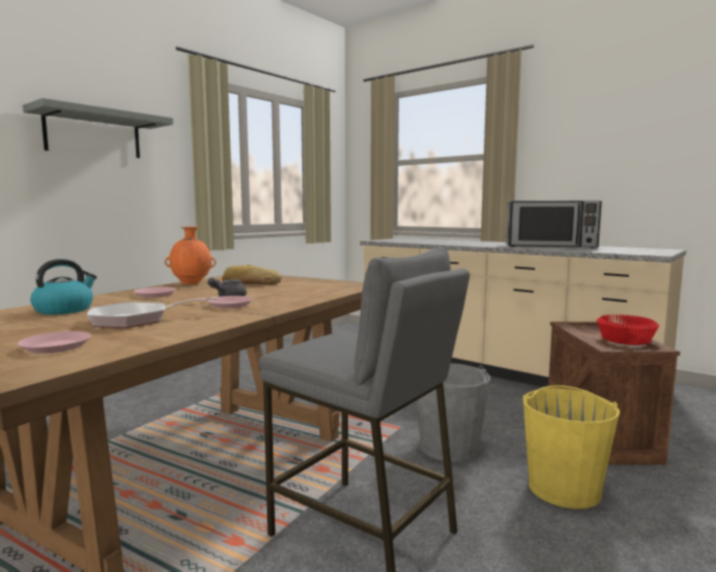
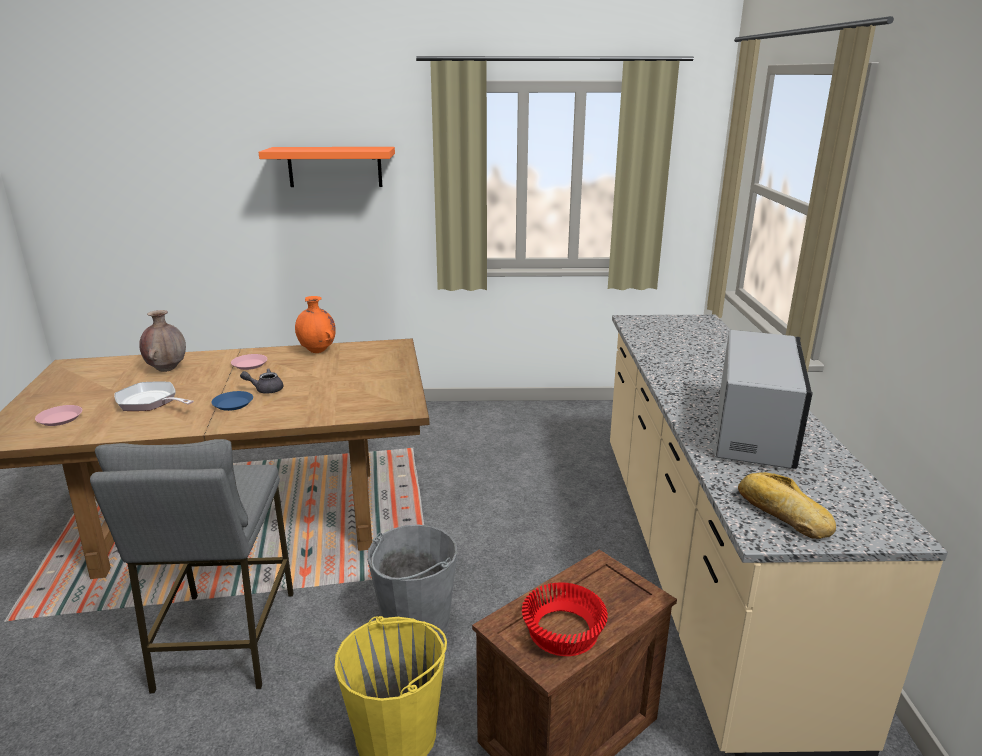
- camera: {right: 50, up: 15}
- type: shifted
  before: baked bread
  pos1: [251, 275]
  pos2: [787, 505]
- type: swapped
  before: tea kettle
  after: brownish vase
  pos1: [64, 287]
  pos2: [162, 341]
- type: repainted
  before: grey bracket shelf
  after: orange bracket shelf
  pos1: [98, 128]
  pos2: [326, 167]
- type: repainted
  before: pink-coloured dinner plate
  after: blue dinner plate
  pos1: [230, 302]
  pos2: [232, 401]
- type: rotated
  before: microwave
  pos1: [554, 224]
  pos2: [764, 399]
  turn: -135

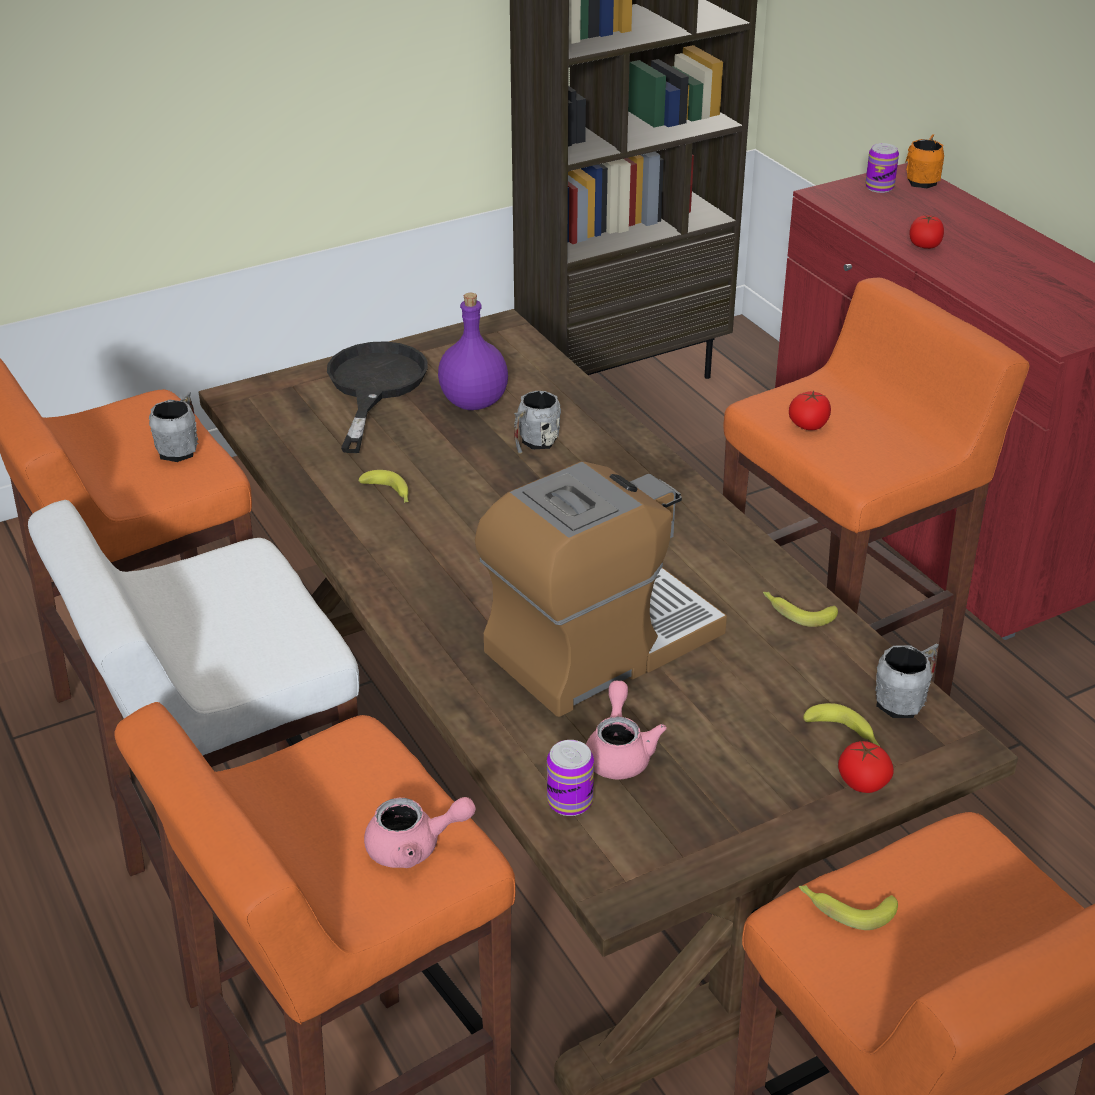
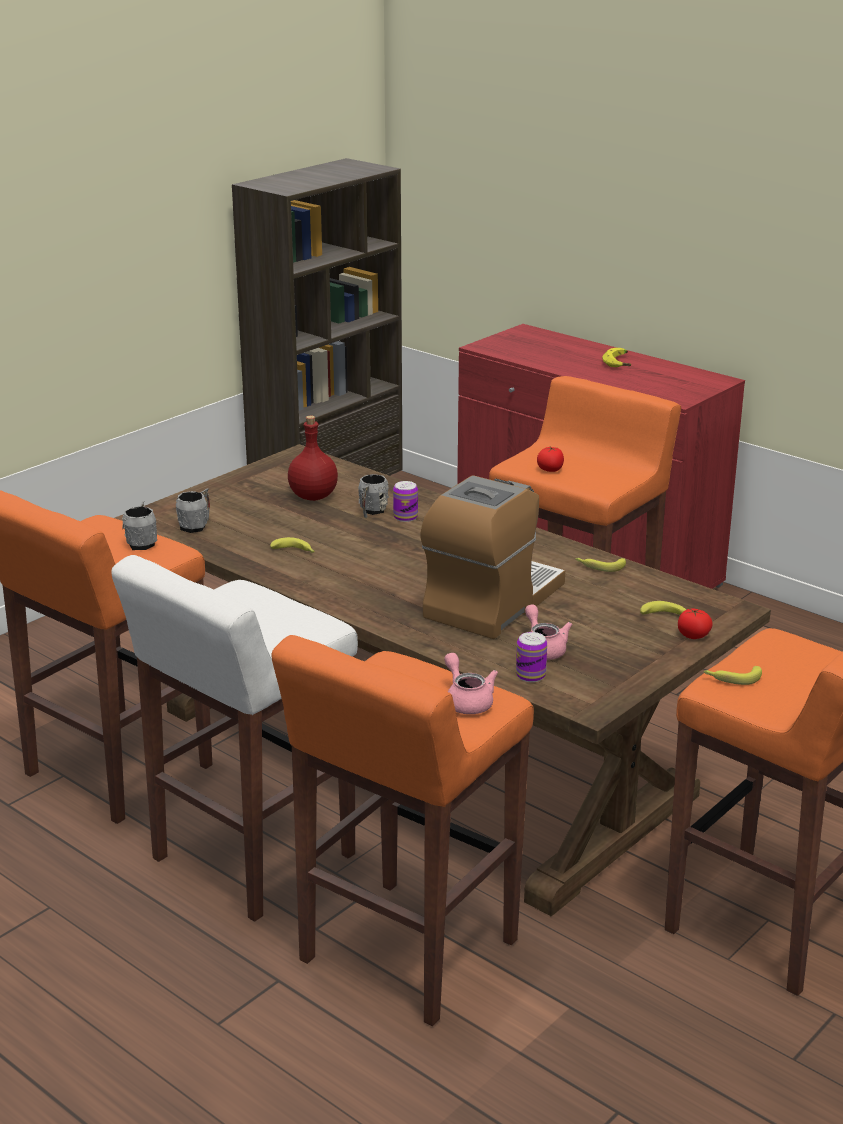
- camera: {right: -20, up: -10}
- type: gone
  before: black-coloured frying pan
  pos1: [377, 397]
- type: gone
  before: orange mug
  pos1: [924, 161]
- type: gone
  before: fresh tomato
  pos1: [927, 232]
- type: new
  after: whole banana
  pos2: [616, 357]
- type: shifted
  before: metal can
  pos1: [882, 168]
  pos2: [405, 501]
- type: shifted
  before: grey mug
  pos1: [907, 681]
  pos2: [193, 510]
- type: repainted
  before: purple drink bottle
  after: red drink bottle
  pos1: [473, 351]
  pos2: [313, 458]
- type: rotated
  before: pink-coloured teapot
  pos1: [420, 832]
  pos2: [471, 683]
  turn: -90

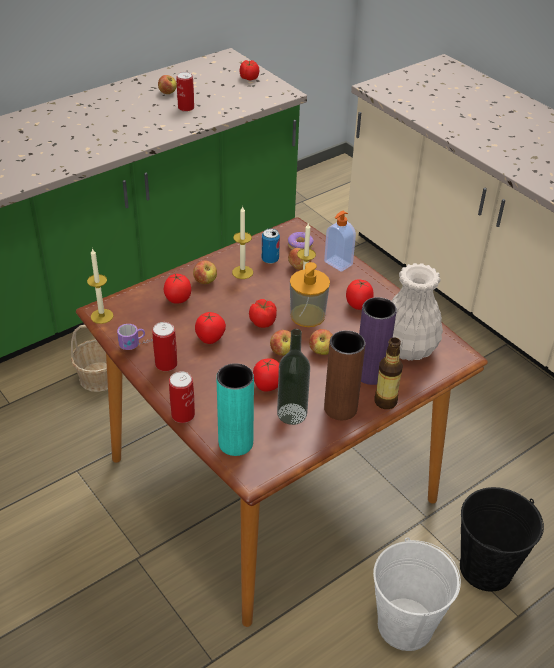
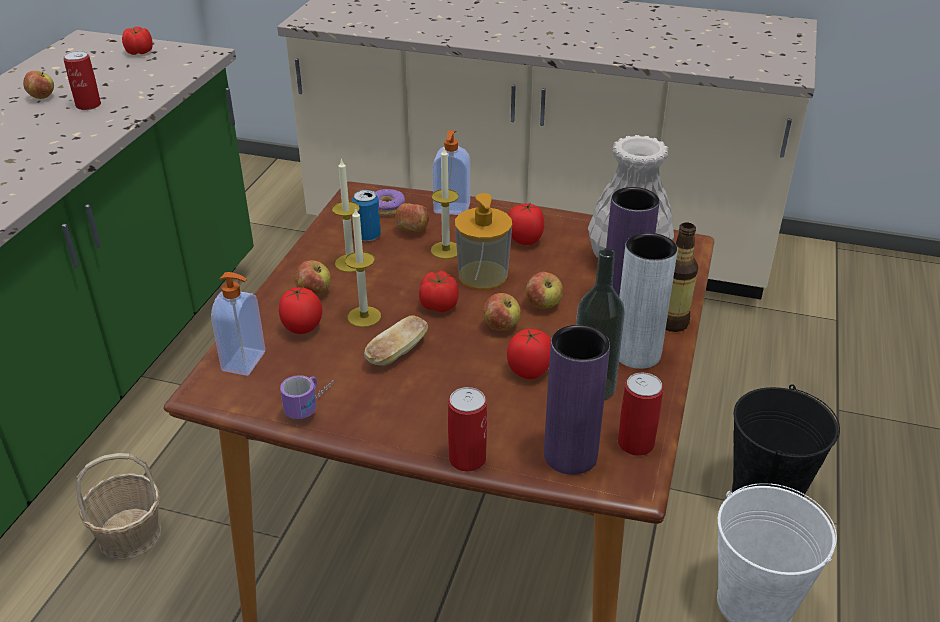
- camera: {right: -35, up: -5}
- type: new
  after: soap bottle
  pos2: [238, 324]
- type: shifted
  before: wax candle
  pos1: [100, 286]
  pos2: [363, 267]
- type: shifted
  before: metal can
  pos1: [164, 346]
  pos2: [640, 414]
- type: swapped
  before: fresh tomato
  after: baked bread
  pos1: [210, 328]
  pos2: [396, 340]
- type: repainted
  before: turquoise vase
  after: purple vase
  pos1: [235, 409]
  pos2: [577, 400]
- type: repainted
  before: brownish vase
  after: grey vase
  pos1: [344, 375]
  pos2: [648, 301]

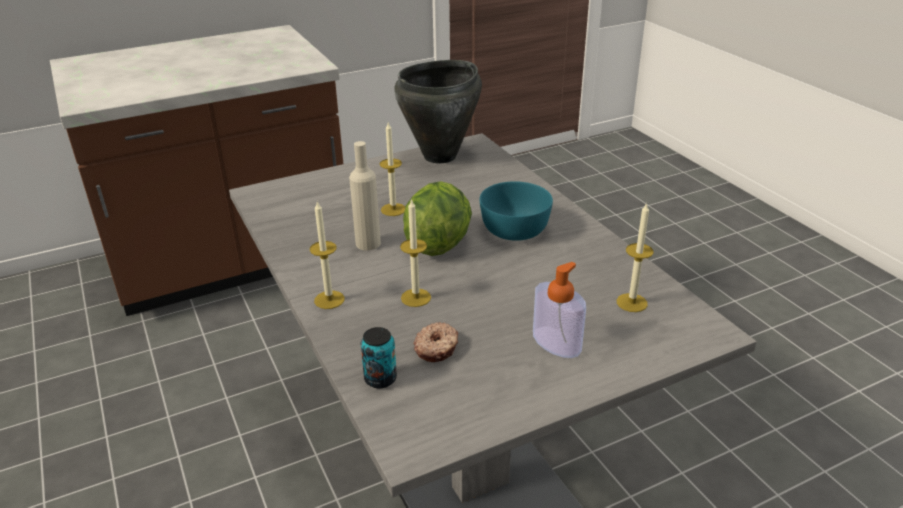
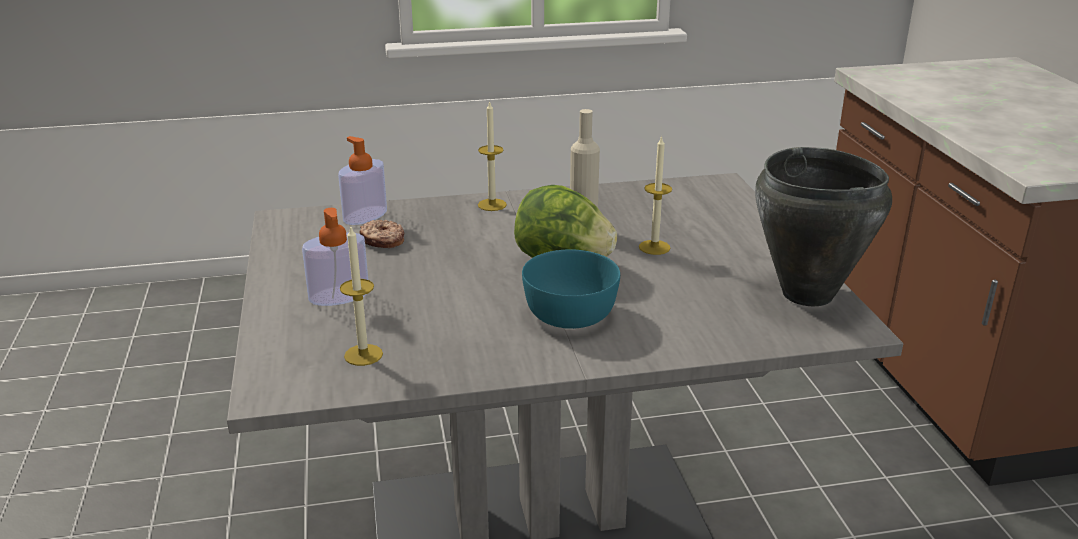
- camera: {right: 105, up: -5}
- type: gone
  before: wax candle
  pos1: [415, 252]
- type: swapped
  before: metal can
  after: soap bottle
  pos1: [379, 357]
  pos2: [362, 180]

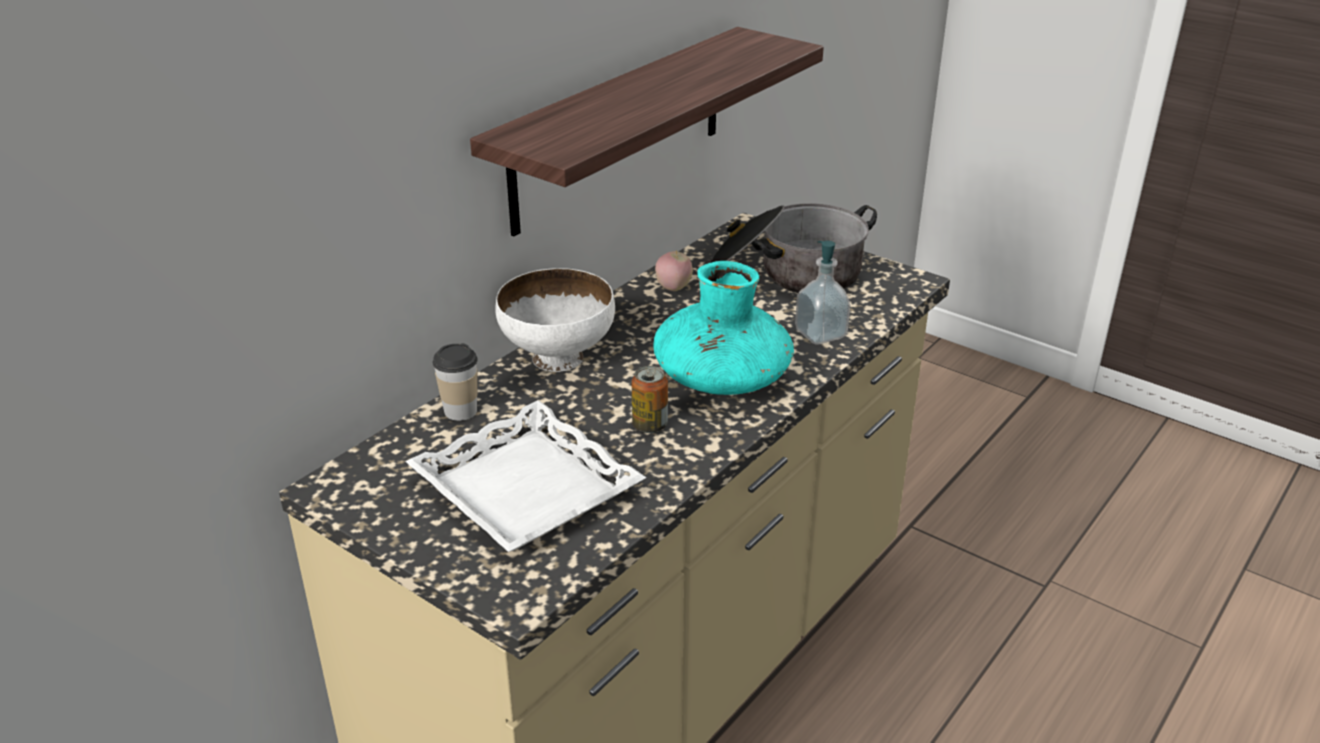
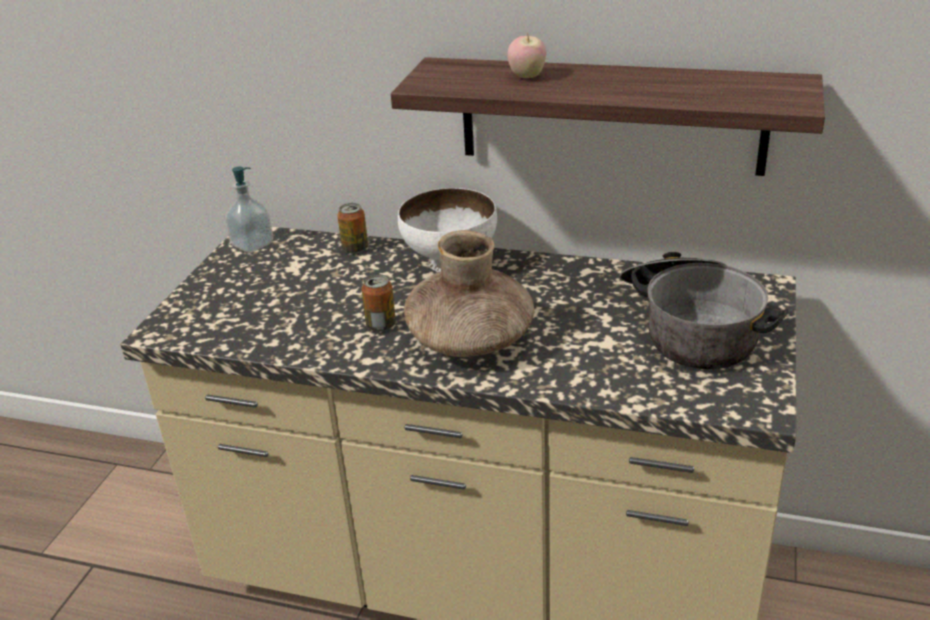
- camera: {right: 70, up: 0}
- type: gone
  before: white-coloured tray
  pos1: [525, 476]
- type: shifted
  before: apple
  pos1: [674, 270]
  pos2: [526, 55]
- type: shifted
  before: soap bottle
  pos1: [822, 293]
  pos2: [249, 210]
- type: swapped
  before: drinking cup
  after: metal can
  pos1: [455, 382]
  pos2: [352, 228]
- type: repainted
  before: turquoise vase
  after: brownish vase
  pos1: [723, 328]
  pos2: [469, 293]

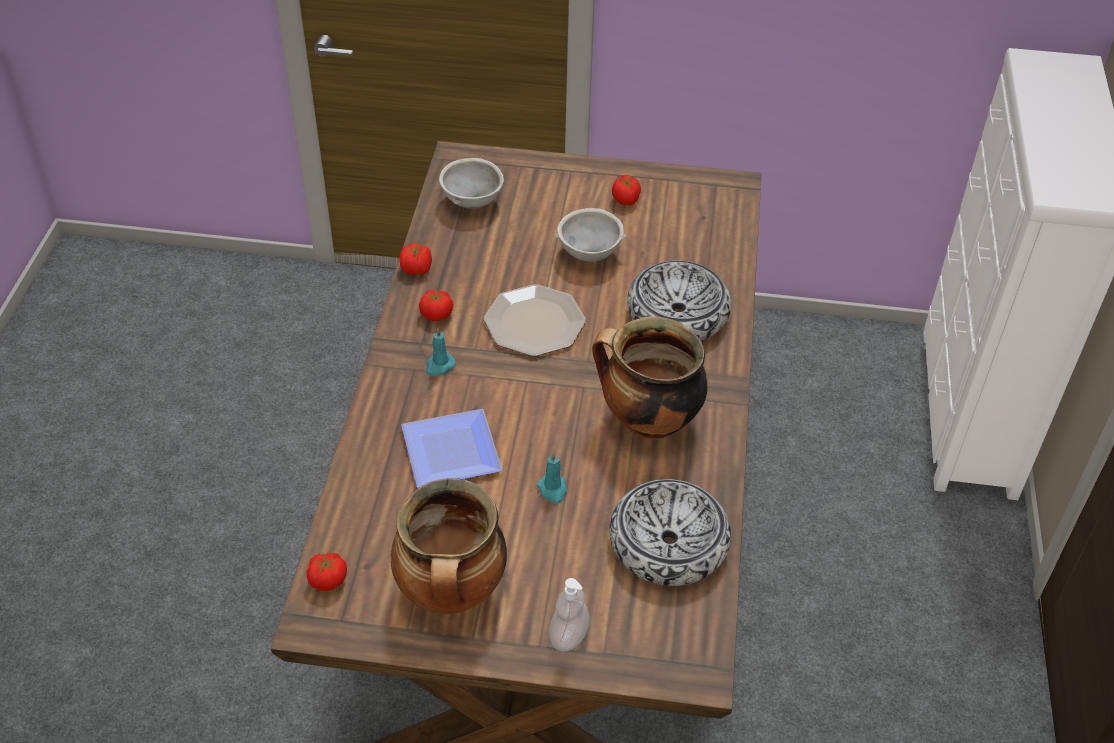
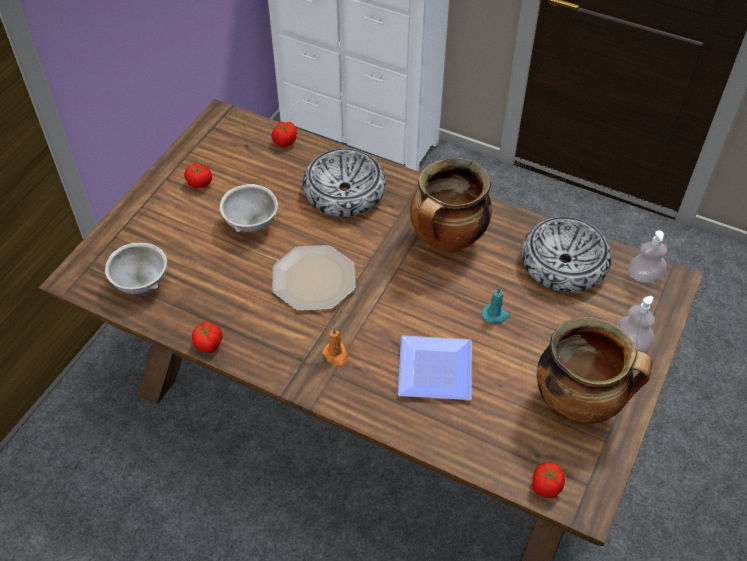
- camera: {right: -70, up: 5}
- type: new
  after: soap bottle
  pos2: [647, 256]
- type: shifted
  before: fresh tomato
  pos1: [436, 305]
  pos2: [284, 134]
- type: repainted
  before: turquoise wax candle
  after: orange wax candle
  pos1: [441, 352]
  pos2: [335, 347]

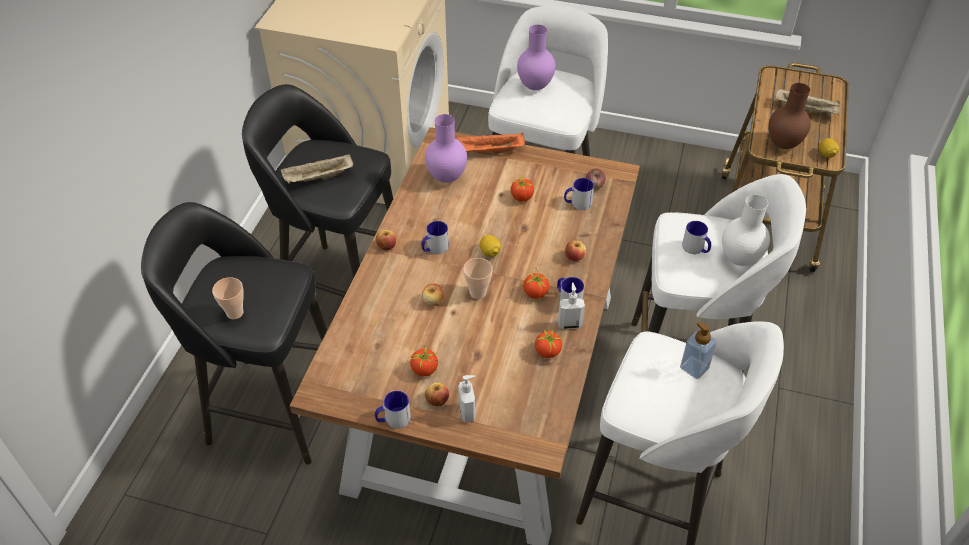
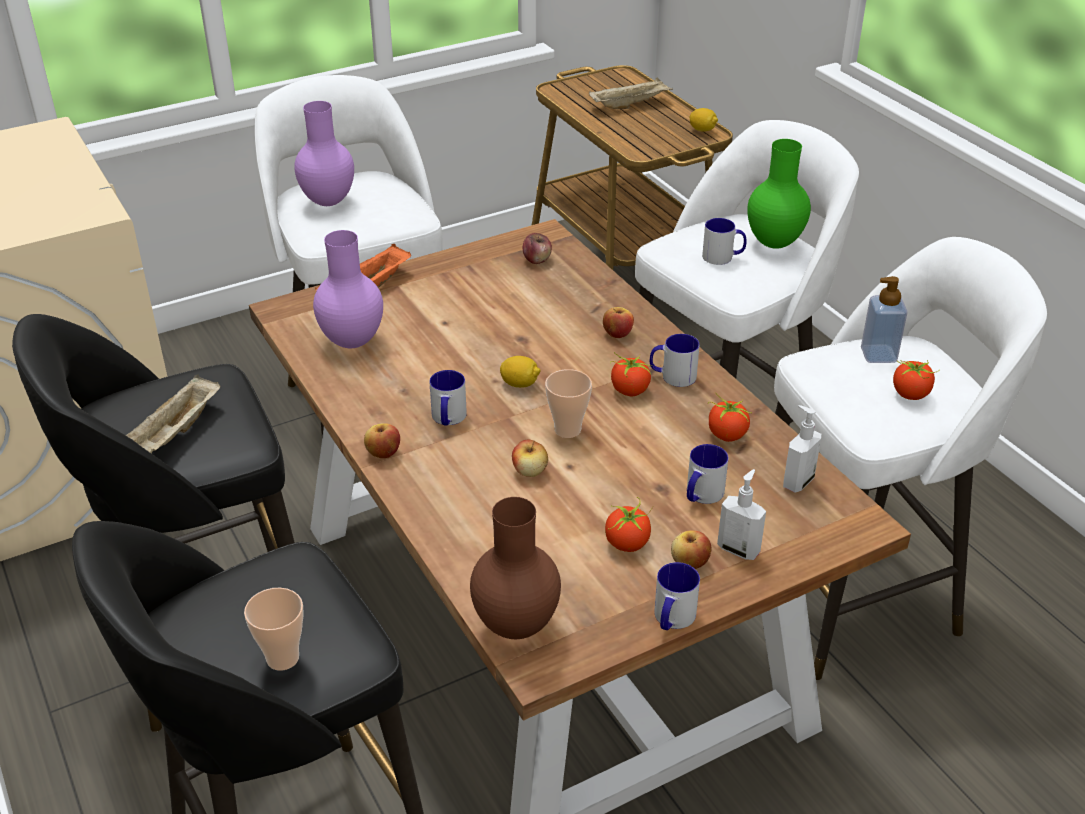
- camera: {right: -45, up: -10}
- type: shifted
  before: fresh tomato
  pos1: [522, 189]
  pos2: [915, 380]
- type: shifted
  before: soap bottle
  pos1: [571, 305]
  pos2: [802, 449]
- type: shifted
  before: mug
  pos1: [579, 194]
  pos2: [707, 474]
- type: shifted
  before: brownish vase
  pos1: [789, 116]
  pos2: [515, 568]
- type: repainted
  before: white-coloured vase
  after: green vase
  pos1: [746, 230]
  pos2: [779, 194]

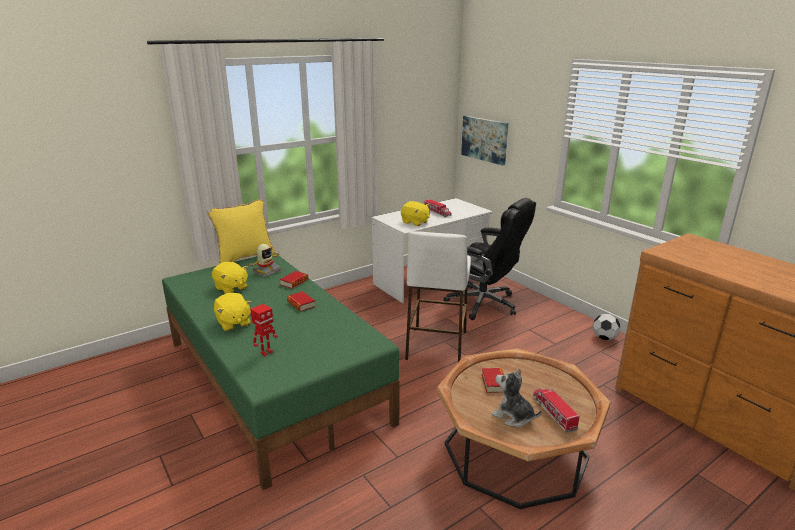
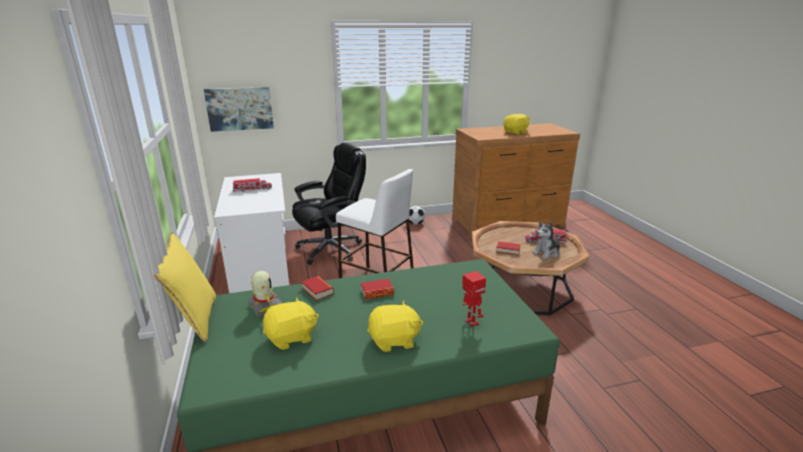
- camera: {right: -70, up: 0}
- type: shifted
  before: yellowish plush toy
  pos1: [415, 213]
  pos2: [517, 124]

